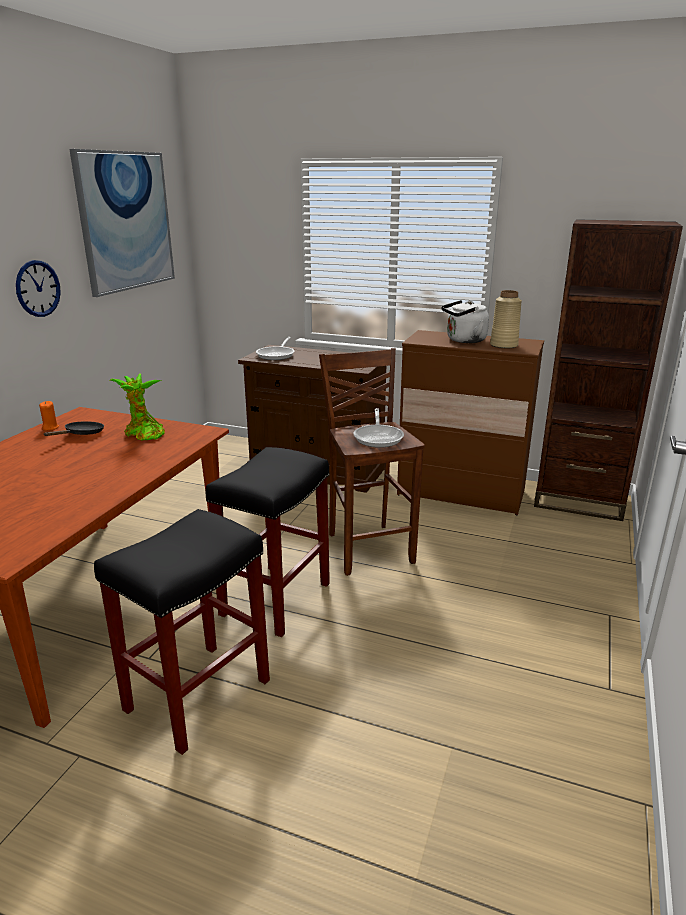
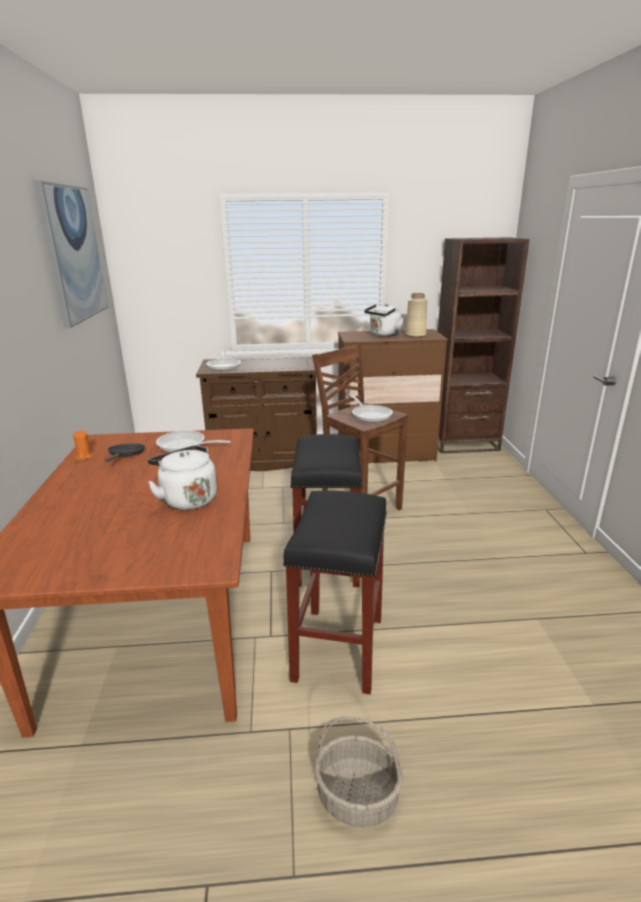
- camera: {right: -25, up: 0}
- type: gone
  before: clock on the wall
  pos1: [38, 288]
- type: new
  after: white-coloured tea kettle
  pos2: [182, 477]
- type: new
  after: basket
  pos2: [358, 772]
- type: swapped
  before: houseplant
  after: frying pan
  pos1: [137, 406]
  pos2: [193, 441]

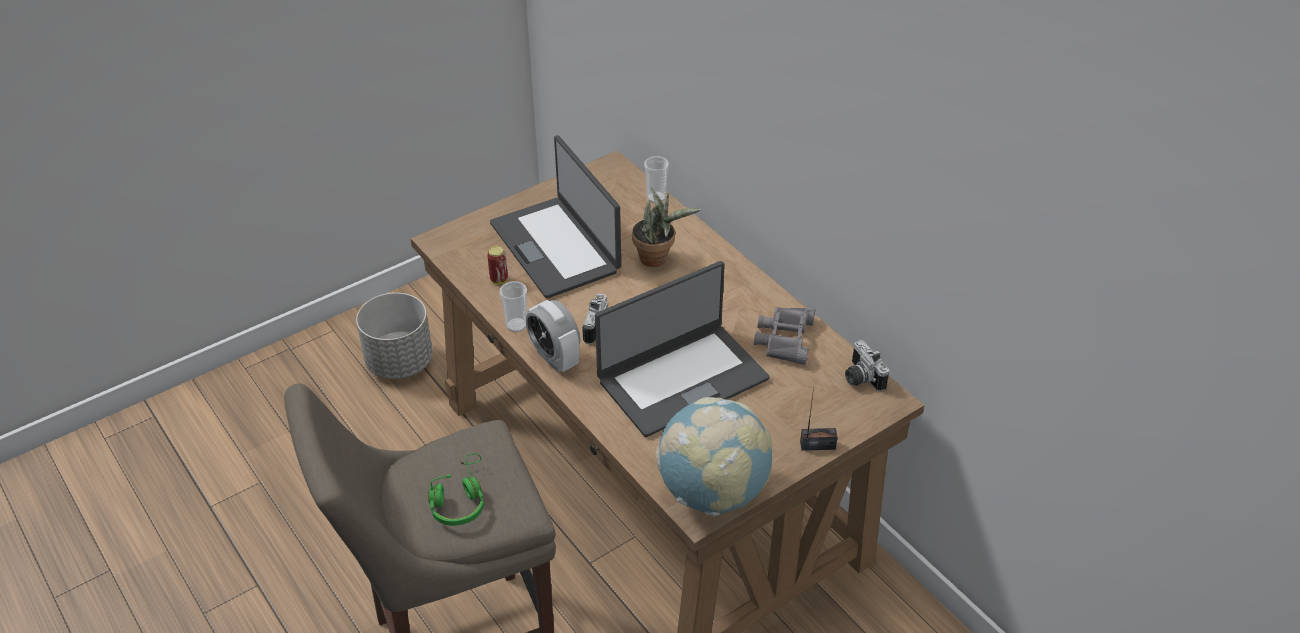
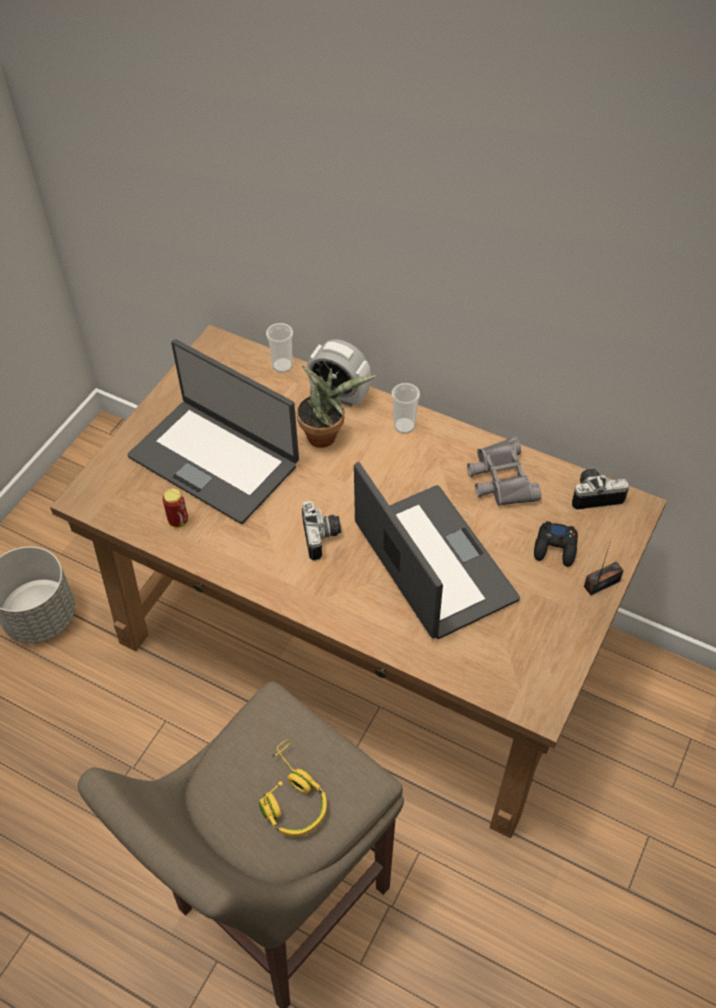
- camera: {right: -25, up: 10}
- type: gone
  before: globe
  pos1: [714, 456]
- type: new
  after: black-coloured game controller
  pos2: [556, 544]
- type: shifted
  before: drinking cup
  pos1: [513, 306]
  pos2: [406, 408]
- type: shifted
  before: table clock
  pos1: [553, 336]
  pos2: [339, 373]
- type: repainted
  before: green headphones
  after: yellowish headphones
  pos1: [456, 489]
  pos2: [293, 788]
- type: rotated
  before: laptop
  pos1: [682, 349]
  pos2: [437, 550]
  turn: -60
- type: rotated
  before: still camera
  pos1: [867, 365]
  pos2: [600, 489]
  turn: 135

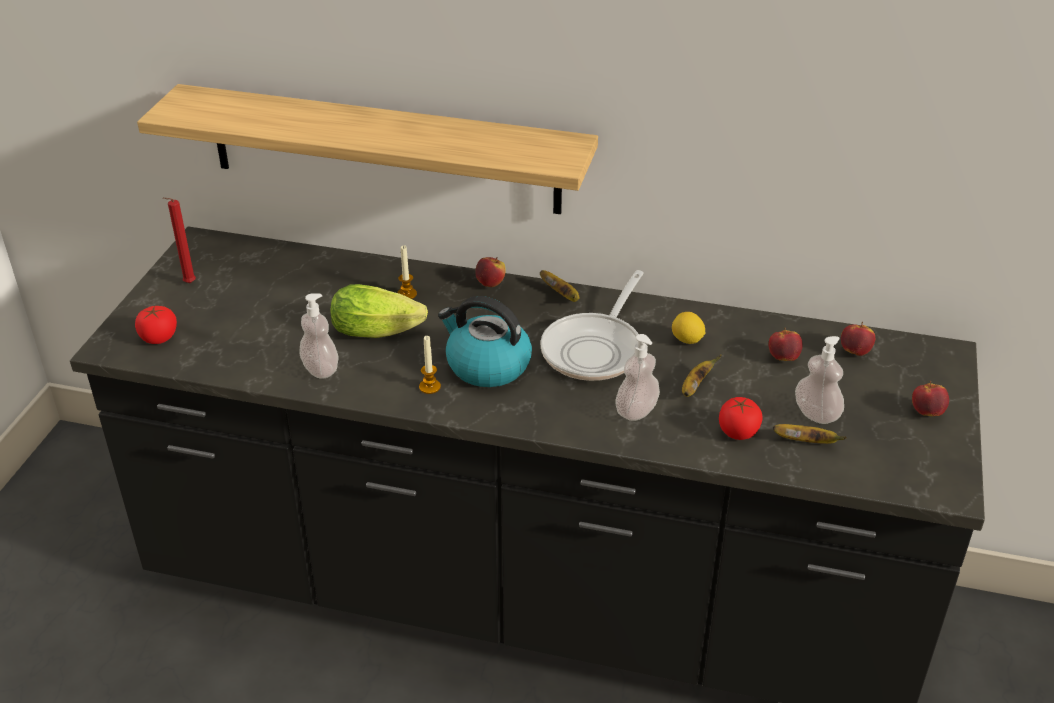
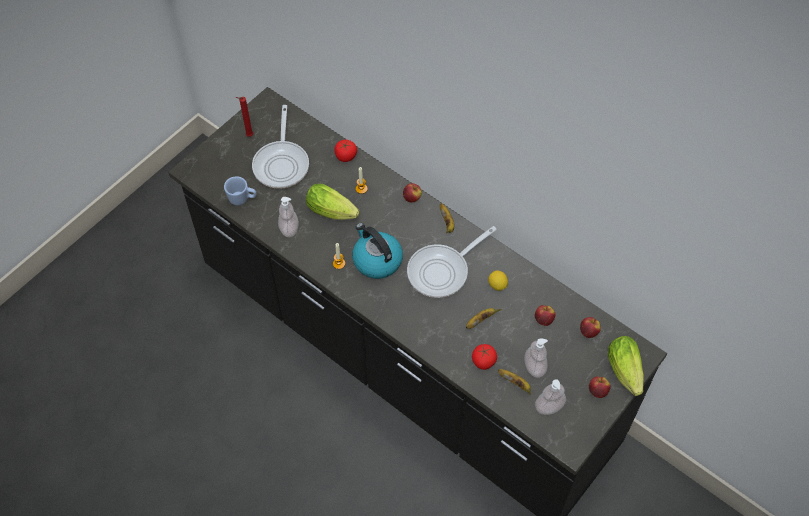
- camera: {right: 25, up: 20}
- type: gone
  before: bracket shelf
  pos1: [367, 149]
- type: new
  after: blue mug
  pos2: [240, 190]
- type: new
  after: frying pan
  pos2: [280, 147]
- type: new
  after: lettuce head
  pos2: [626, 366]
- type: shifted
  before: fresh tomato
  pos1: [156, 325]
  pos2: [345, 151]
- type: shifted
  before: soap bottle
  pos1: [637, 377]
  pos2: [550, 397]

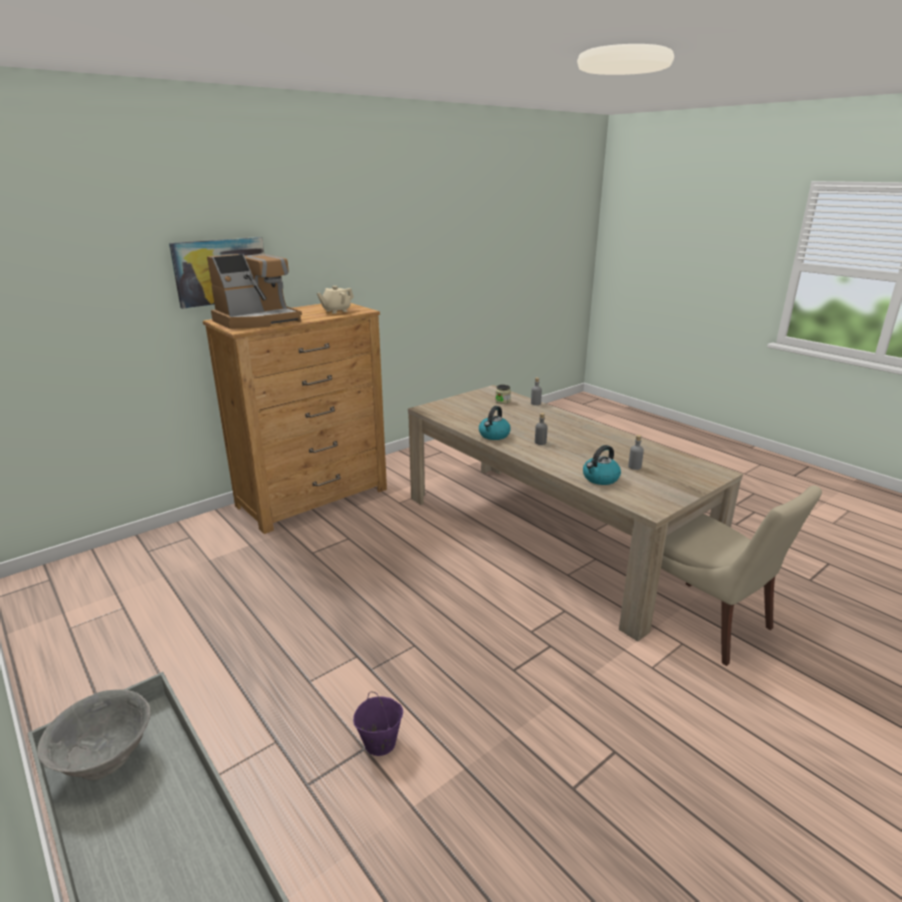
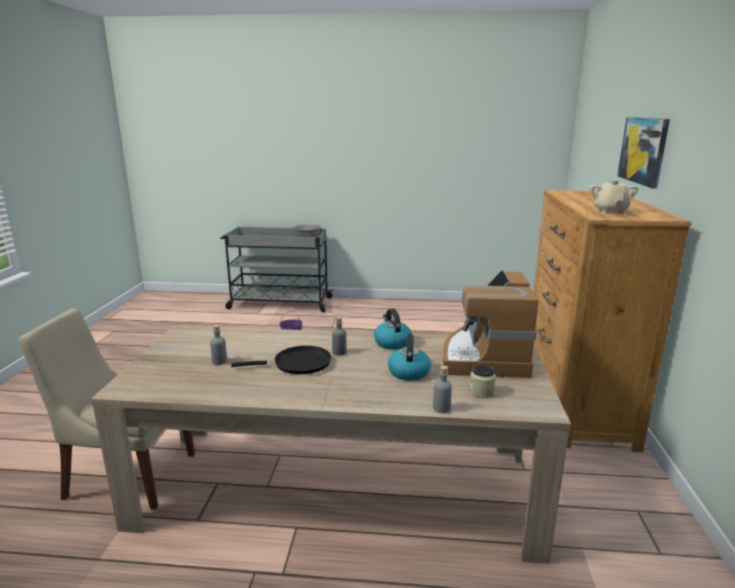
- camera: {right: 135, up: -5}
- type: new
  after: black-coloured frying pan
  pos2: [281, 359]
- type: shifted
  before: coffee machine
  pos1: [254, 291]
  pos2: [491, 324]
- type: shifted
  before: tea kettle
  pos1: [602, 465]
  pos2: [409, 357]

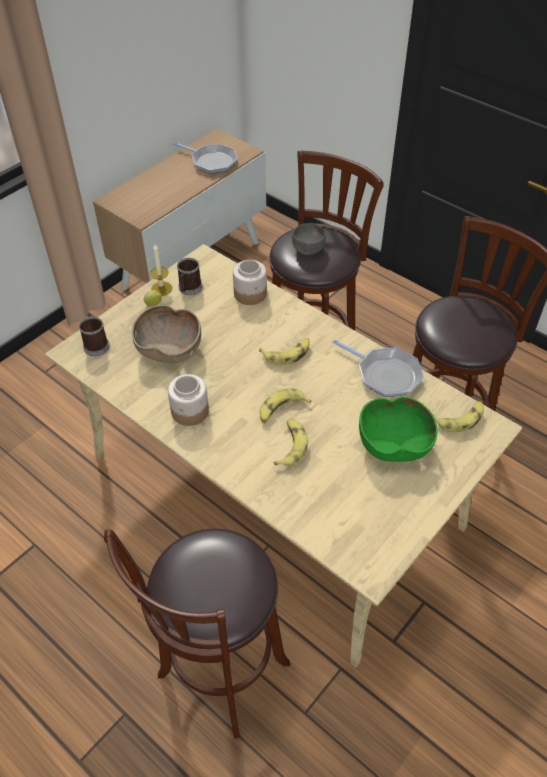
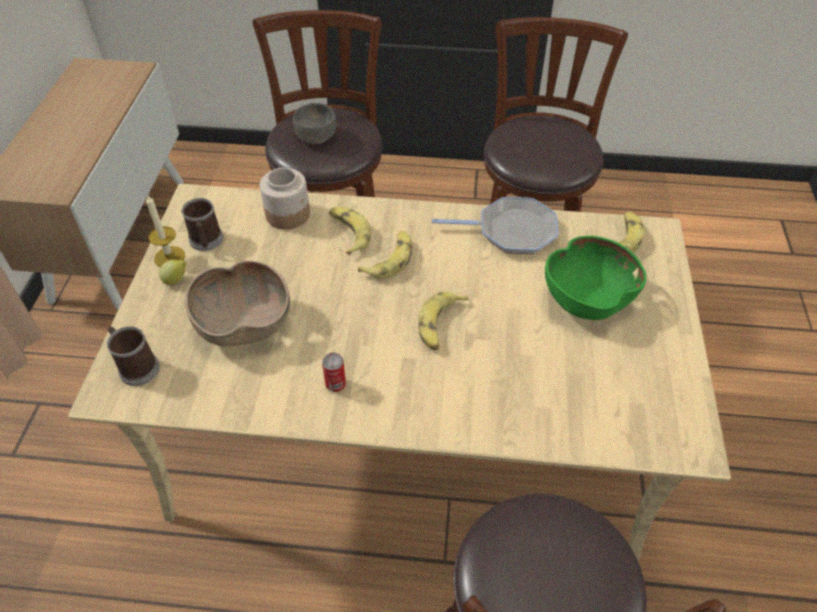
- camera: {right: -35, up: 0}
- type: gone
  before: frying pan
  pos1: [206, 158]
- type: shifted
  before: whole banana
  pos1: [290, 442]
  pos2: [350, 231]
- type: swapped
  before: jar
  after: metal can
  pos1: [188, 400]
  pos2: [334, 372]

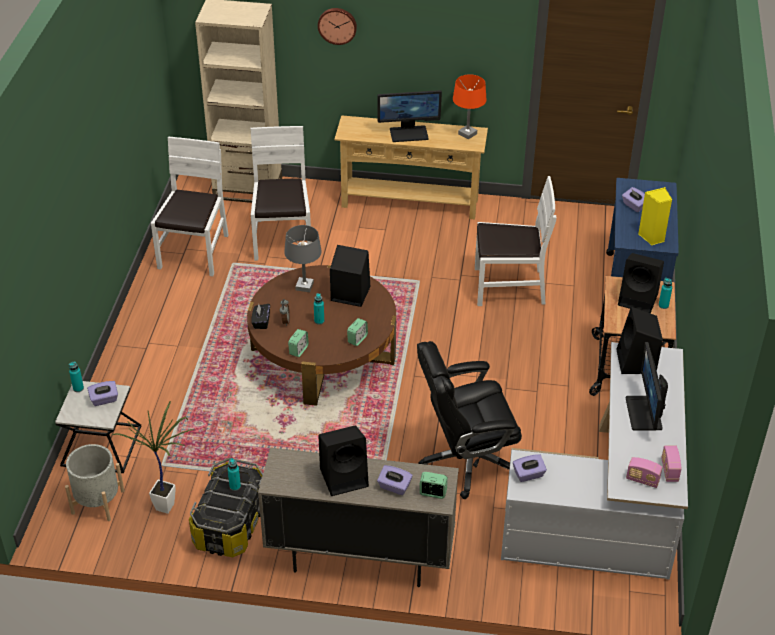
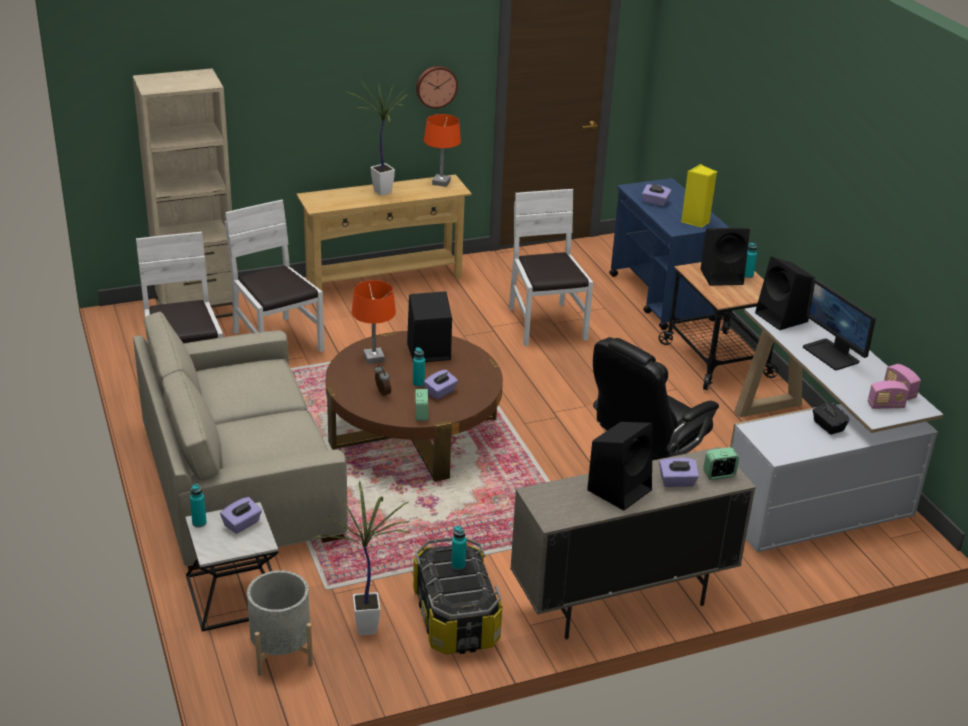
- camera: {right: -30, up: -10}
- type: gone
  before: table clock
  pos1: [357, 332]
- type: new
  after: sand-coloured settee
  pos2: [240, 440]
- type: shifted
  before: black-coloured box of tissues
  pos1: [260, 316]
  pos2: [831, 418]
- type: shifted
  before: clock on the wall
  pos1: [337, 26]
  pos2: [437, 87]
- type: shifted
  before: purple box of tissues
  pos1: [530, 468]
  pos2: [441, 384]
- type: swapped
  before: monitor
  after: houseplant
  pos1: [409, 116]
  pos2: [376, 138]
- type: repainted
  before: grey lamp for a table
  after: orange lamp for a table
  pos1: [303, 258]
  pos2: [374, 322]
- type: rotated
  before: white-coloured plain chair
  pos1: [515, 241]
  pos2: [551, 267]
  turn: -75

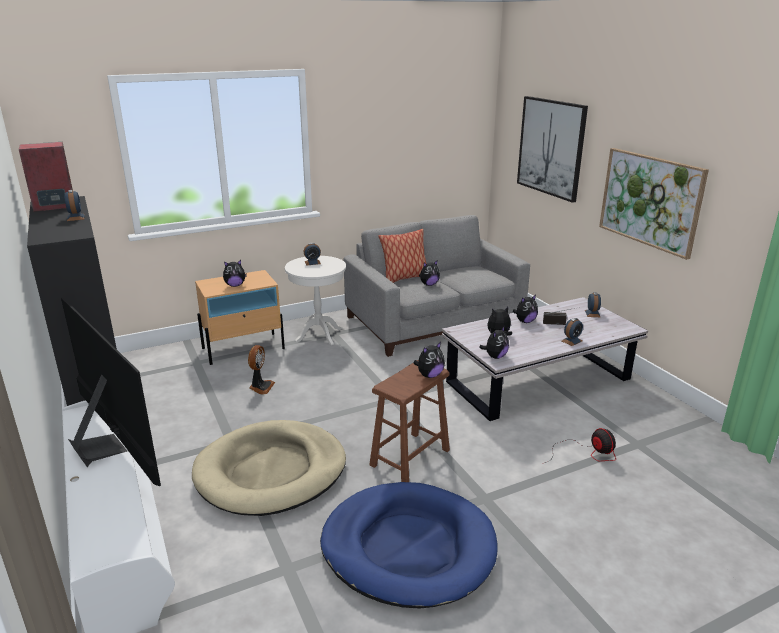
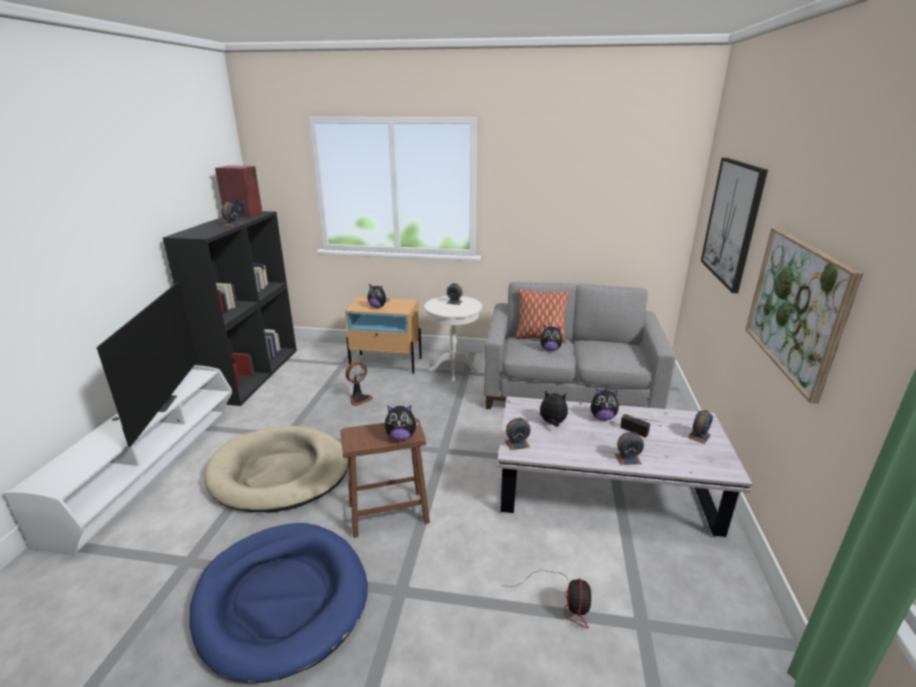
- camera: {right: 35, up: 0}
- type: swapped
  before: plush toy
  after: table clock
  pos1: [494, 342]
  pos2: [517, 434]

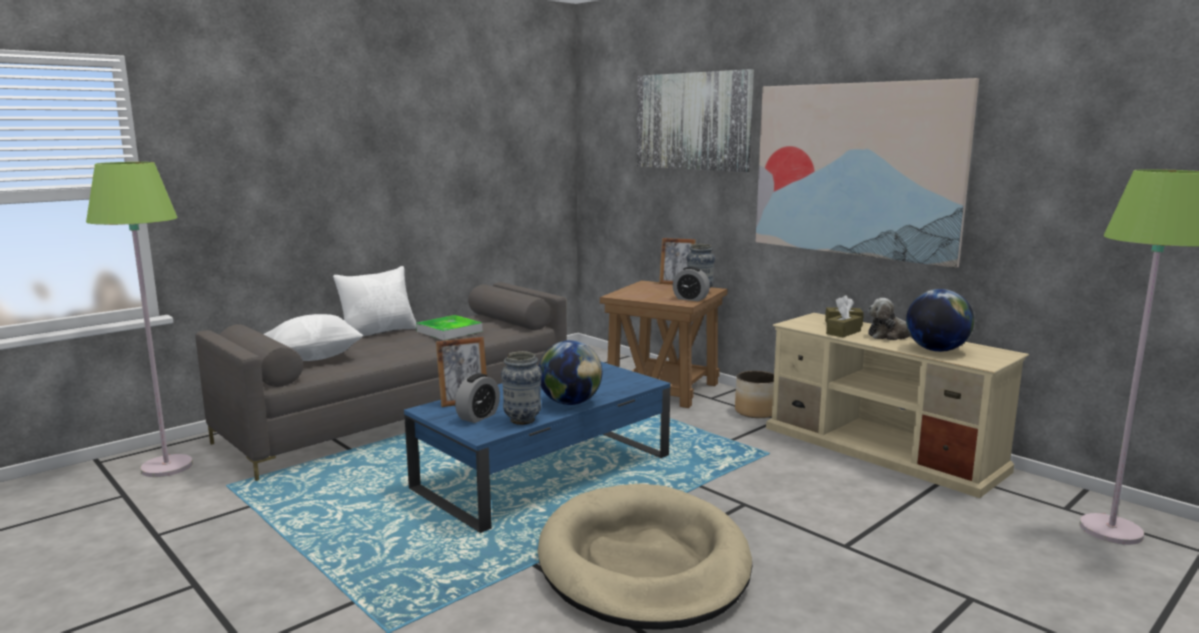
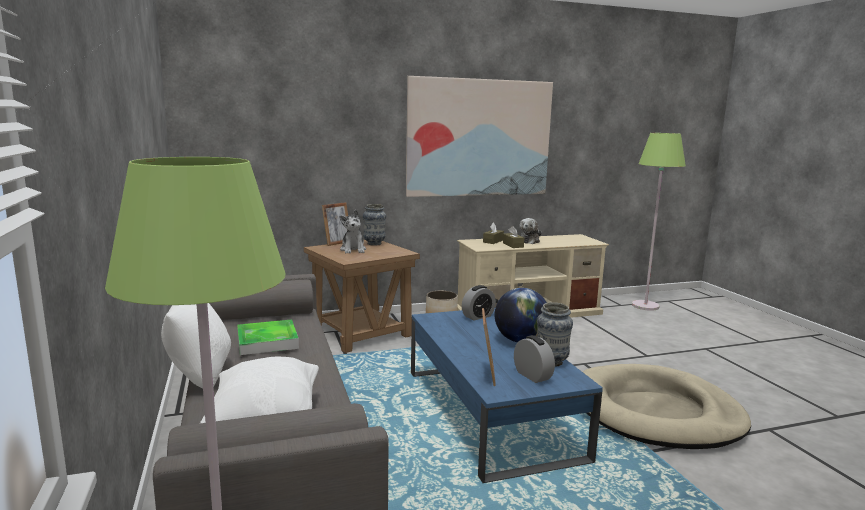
- camera: {right: -65, up: 0}
- type: gone
  before: wall picture
  pos1: [695, 120]
- type: gone
  before: globe
  pos1: [940, 320]
- type: new
  after: plush toy
  pos2: [353, 231]
- type: shifted
  before: table clock
  pos1: [691, 284]
  pos2: [479, 302]

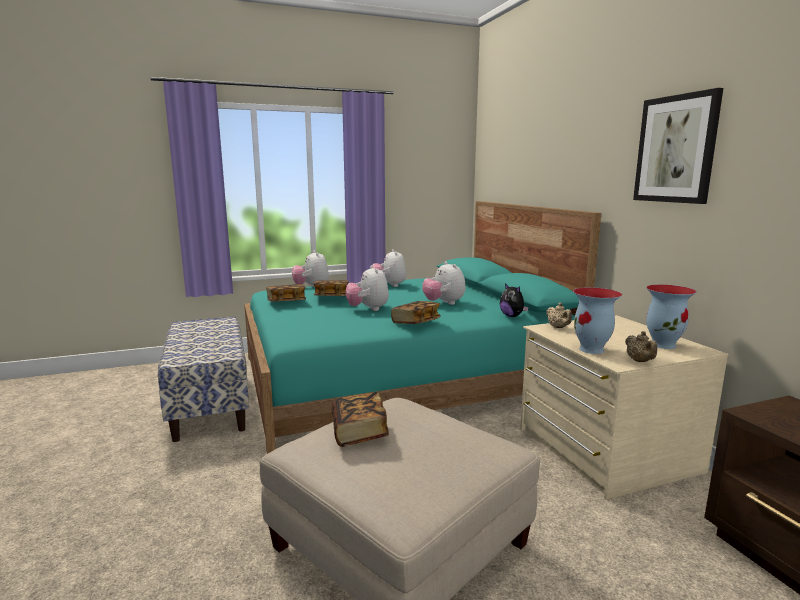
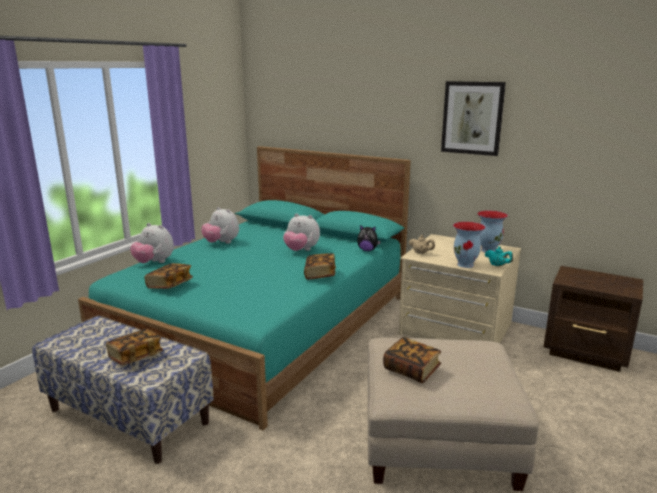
- camera: {right: -40, up: 5}
- type: gone
  before: plush toy
  pos1: [367, 288]
- type: shifted
  before: book
  pos1: [331, 288]
  pos2: [134, 347]
- type: repainted
  before: sand-coloured teapot
  after: turquoise teapot
  pos1: [641, 346]
  pos2: [499, 256]

